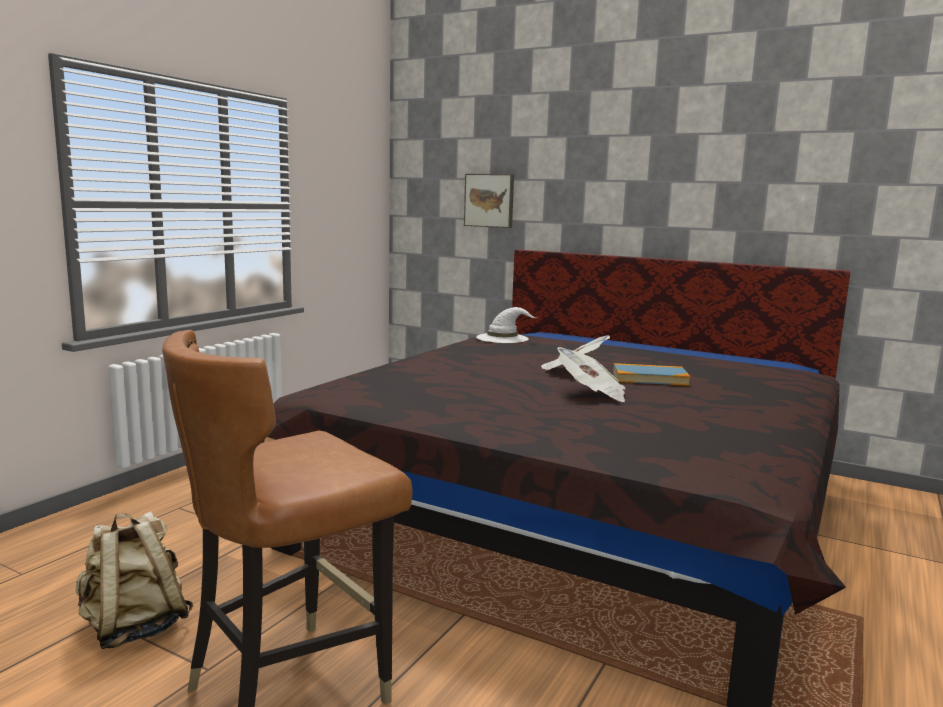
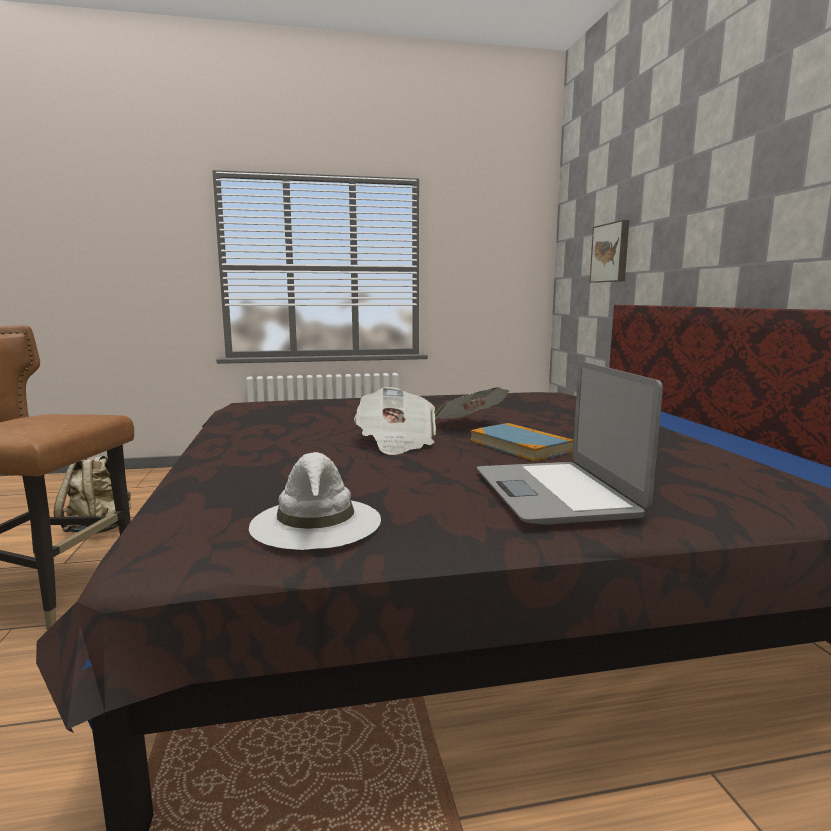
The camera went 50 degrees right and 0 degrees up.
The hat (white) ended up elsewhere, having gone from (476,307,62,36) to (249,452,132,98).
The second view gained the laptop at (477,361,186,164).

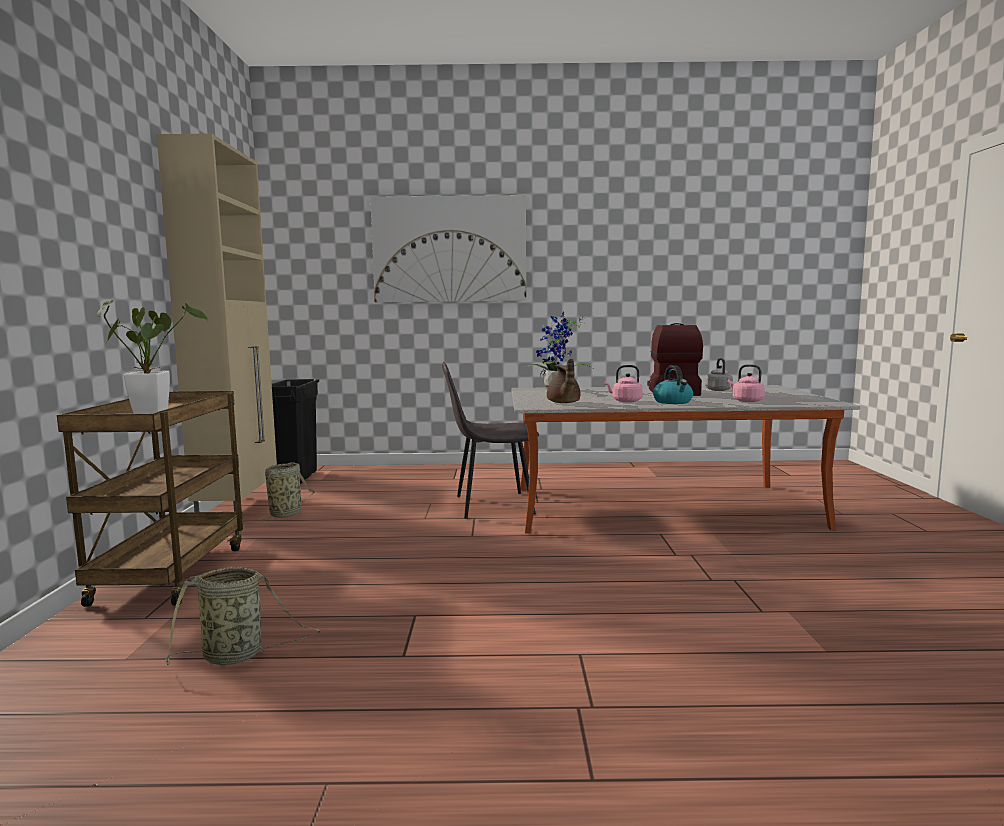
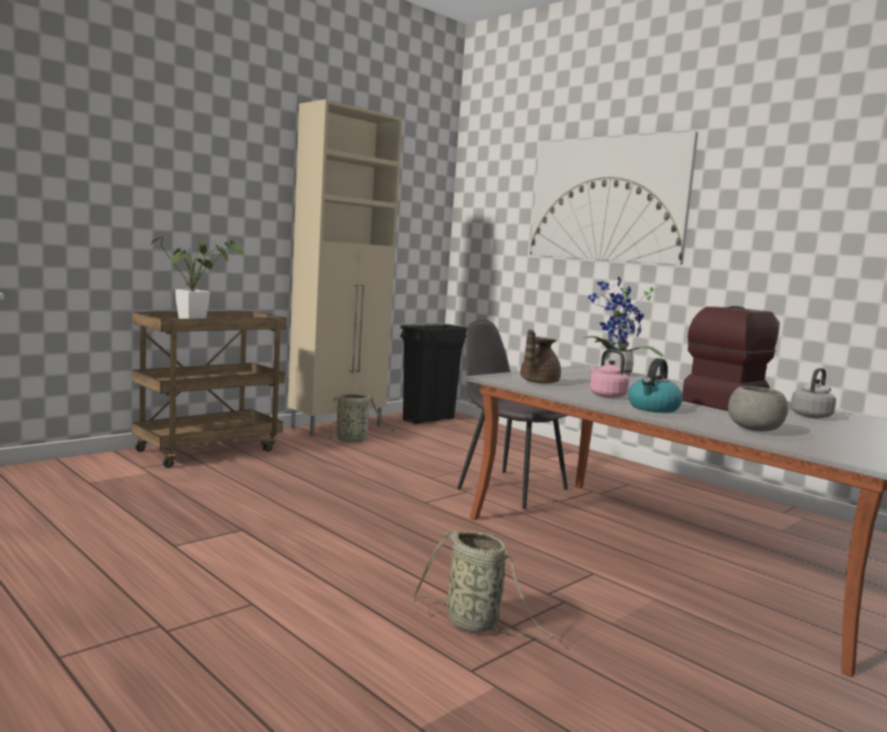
The camera went 45 degrees right and 0 degrees up.
Where the kettle (pink) stood at (728,364,37,38), the bowl (grey) came to stand at (728,386,60,45).
The basket ended up elsewhere, having gone from (165,567,157,98) to (411,530,143,109).

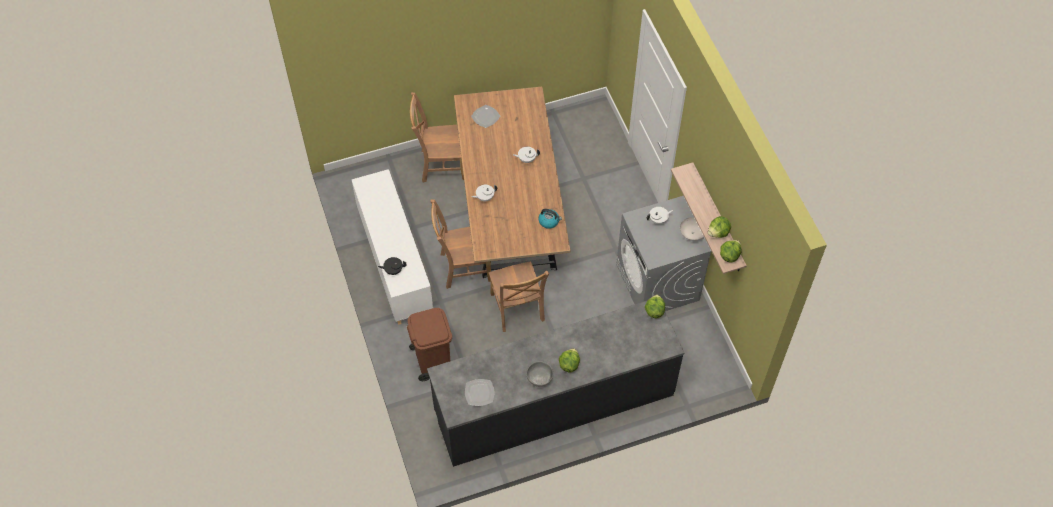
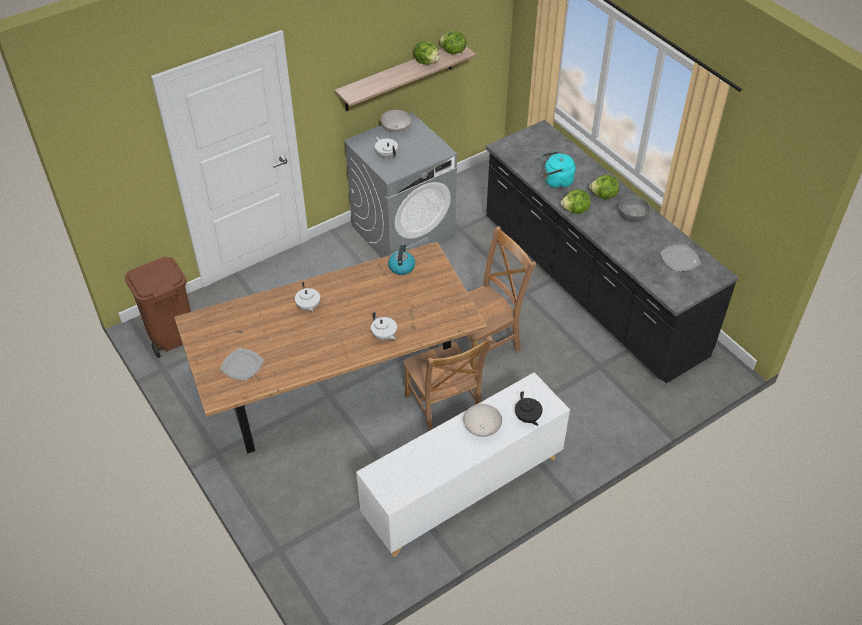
The camera went 105 degrees left and 10 degrees down.
The second view lost the chair (brown) at (410,92,54,90).
The lettuce ended up elsewhere, having gone from (645,295,20,23) to (561,189,30,25).
The trash can (brown) ended up elsewhere, having gone from (407,308,45,73) to (125,257,66,101).
The second view gained the kettle (turquoise) at (542,151,34,38).
The second view gained the bowl (white) at (463,404,39,33).

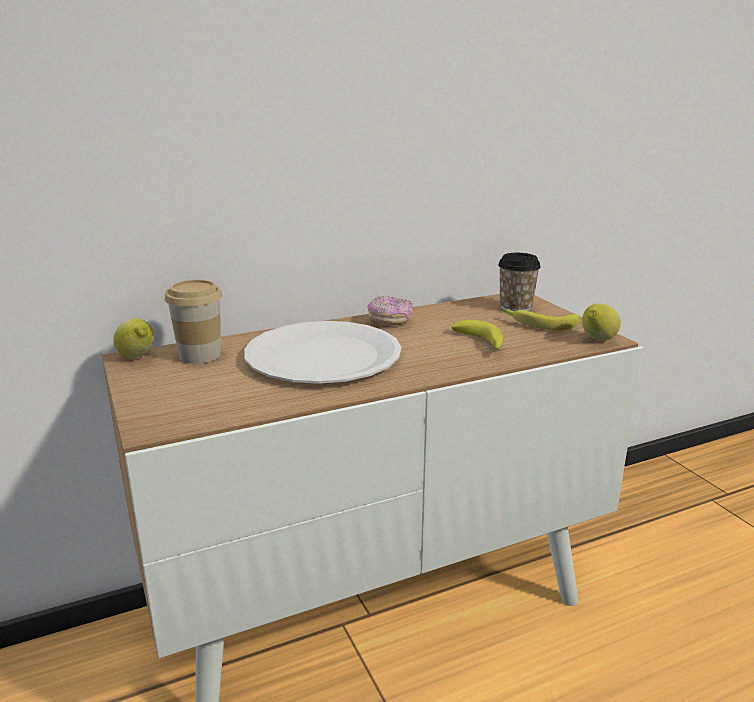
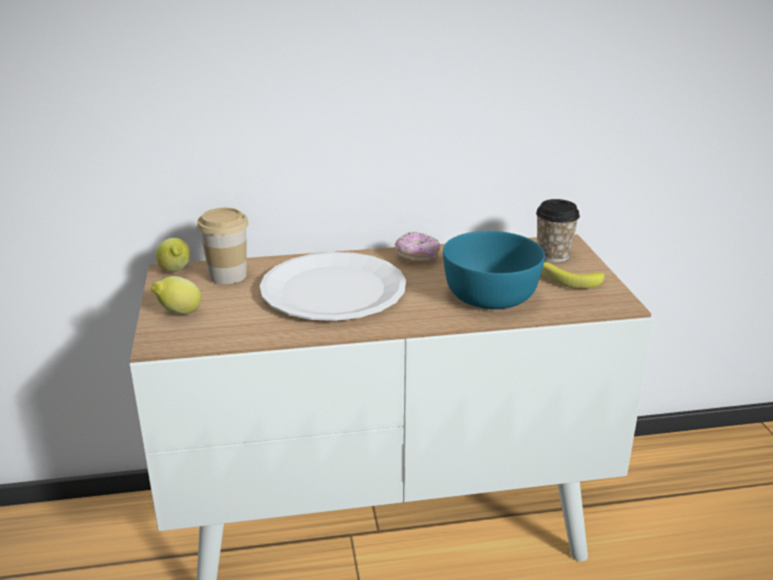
The camera went 15 degrees right and 5 degrees up.
The lemon ended up elsewhere, having gone from (582,303,39,37) to (151,276,50,38).
Where the banana stood at (451,320,53,30), the bowl (turquoise) came to stand at (443,231,102,78).

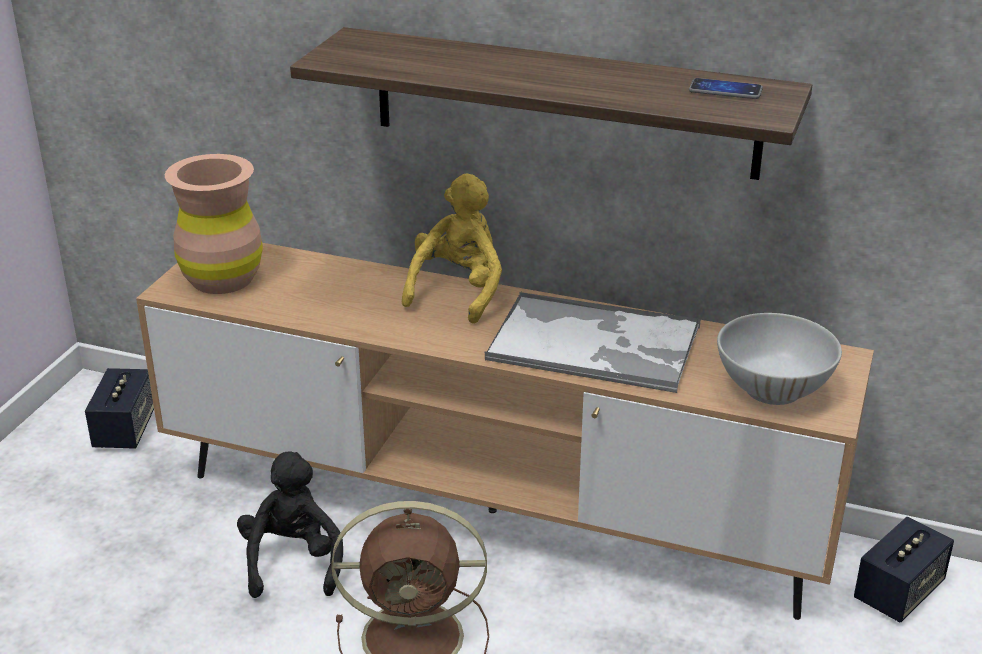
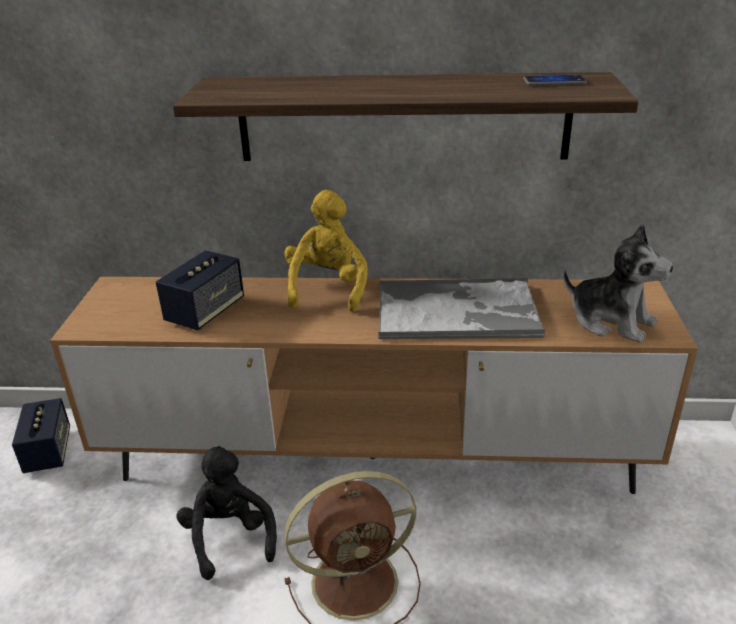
The camera went 15 degrees left and 0 degrees up.
The second view lost the vase (brown) at (165,154,98,140).
Where the bowl (white) stood at (717,313,125,92), the plush toy came to stand at (563,224,110,119).
The speaker ended up elsewhere, having gone from (854,517,100,105) to (156,250,88,80).

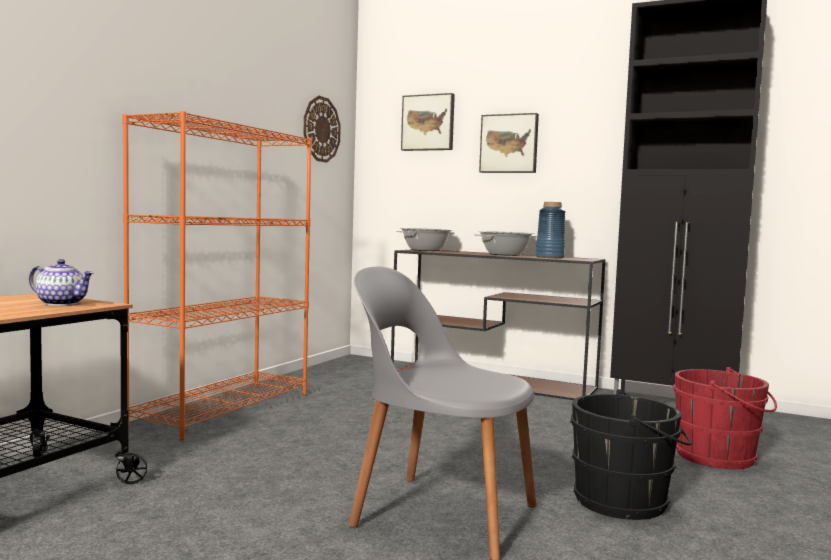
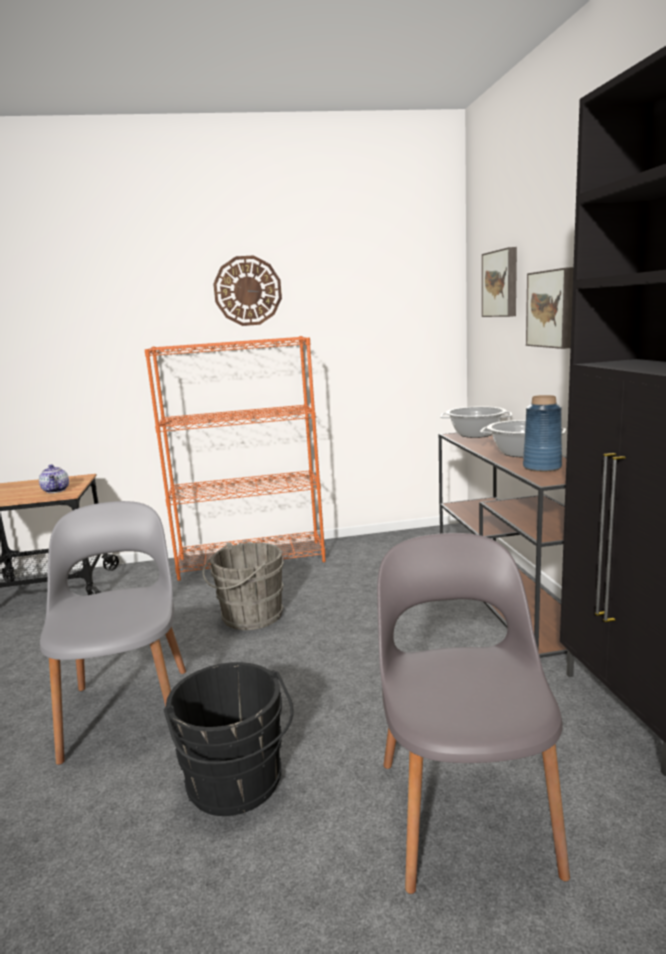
The camera went 55 degrees right and 10 degrees up.
The wall clock ended up elsewhere, having gone from (304,96,37,67) to (213,255,69,71).
Where the bucket (red) stood at (673,367,104,102), the chair (grey) came to stand at (377,533,193,361).
The second view gained the bucket (grey) at (203,542,81,88).

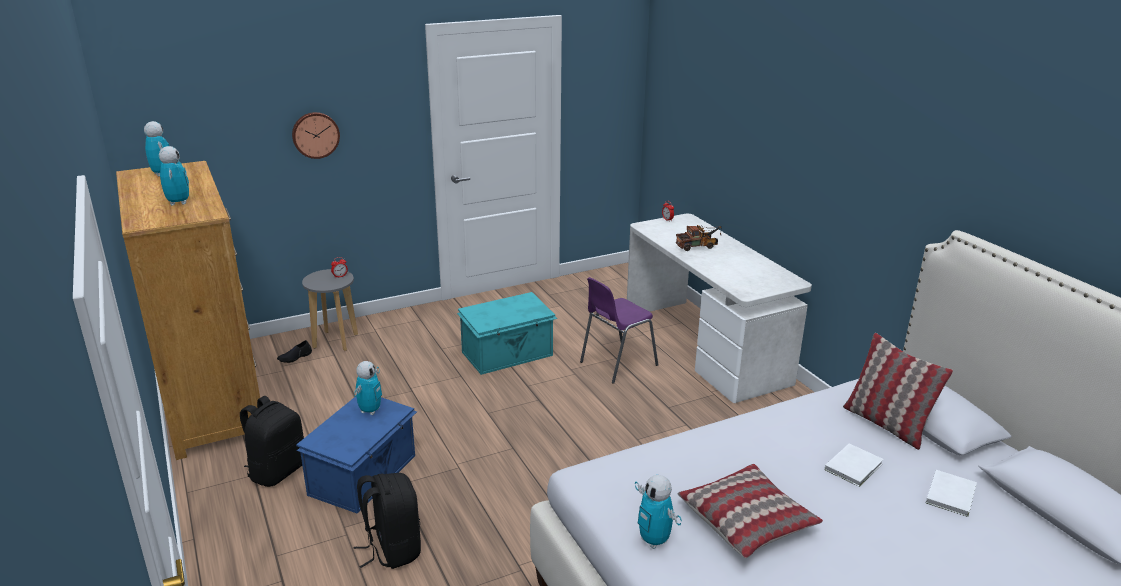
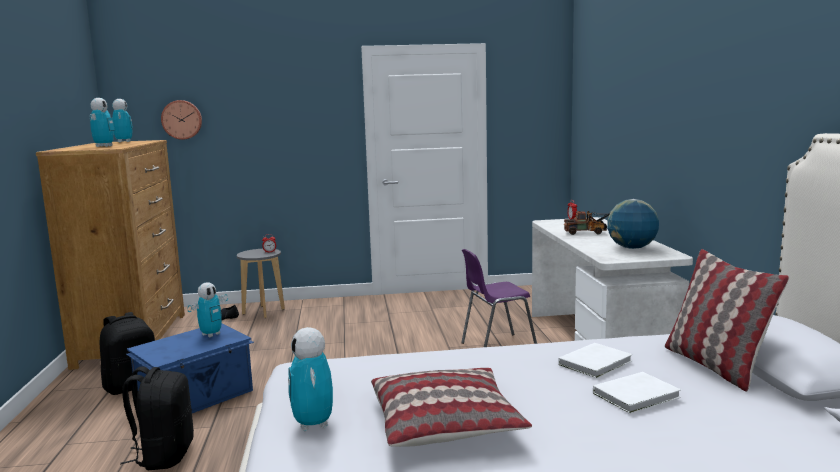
The camera went 20 degrees right and 15 degrees down.
The wall clock ended up elsewhere, having gone from (292,112,48,47) to (161,100,41,40).
The second view lost the storage box (turquoise) at (457,292,101,83).
The book (white) ended up elsewhere, having gone from (926,470,51,47) to (558,343,74,35).
The second view gained the globe at (607,199,52,50).

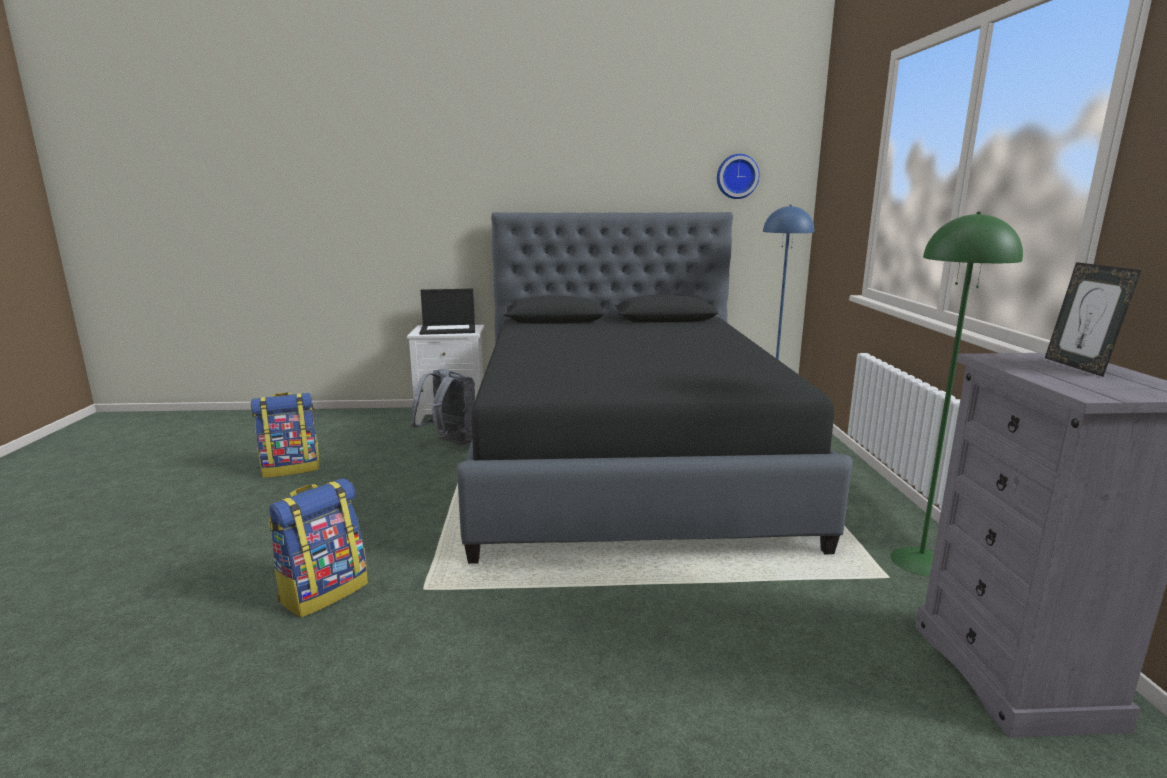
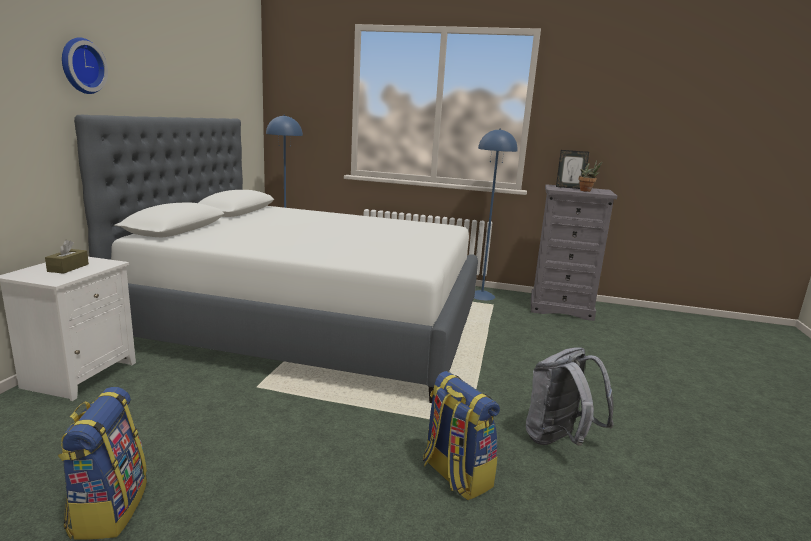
The camera went 75 degrees left and 0 degrees up.
The wall clock ended up elsewhere, having gone from (717,154,43,45) to (62,37,46,57).
What was the bed (black) at (456,212,397,352) turned into the bed (white) at (74,115,404,288).
What was the floor lamp (green) at (890,212,133,365) turned into the floor lamp (blue) at (474,129,44,172).
Where the laptop stood at (420,289,55,46), the tissue box (brown) came to stand at (45,240,44,34).
The backpack (grey) ended up elsewhere, having gone from (411,369,64,76) to (526,348,88,98).
The second view gained the potted plant at (579,160,24,32).

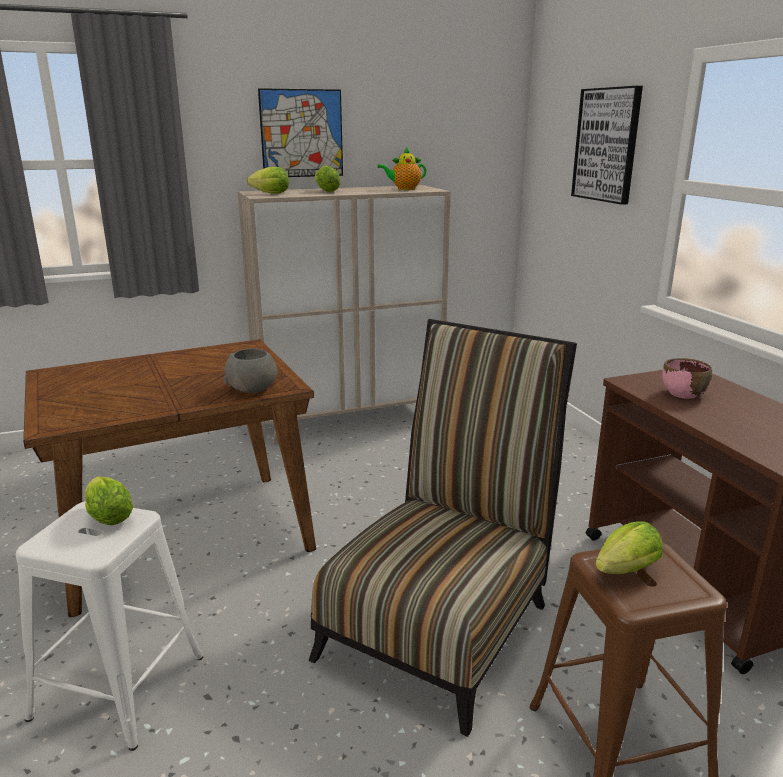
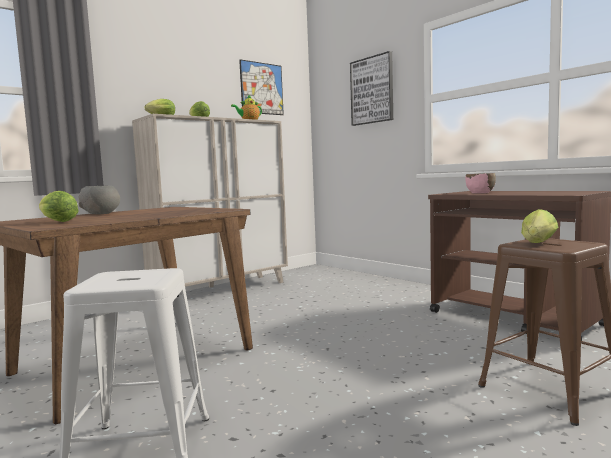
The camera went 20 degrees left and 15 degrees down.
The picture ended up elsewhere, having gone from (258,88,85,89) to (239,59,45,56).
The second view lost the chair at (309,319,268,418).
The bowl (grey) ended up elsewhere, having gone from (224,348,53,45) to (79,186,41,28).
The lettuce ended up elsewhere, having gone from (85,476,48,49) to (39,191,39,31).

